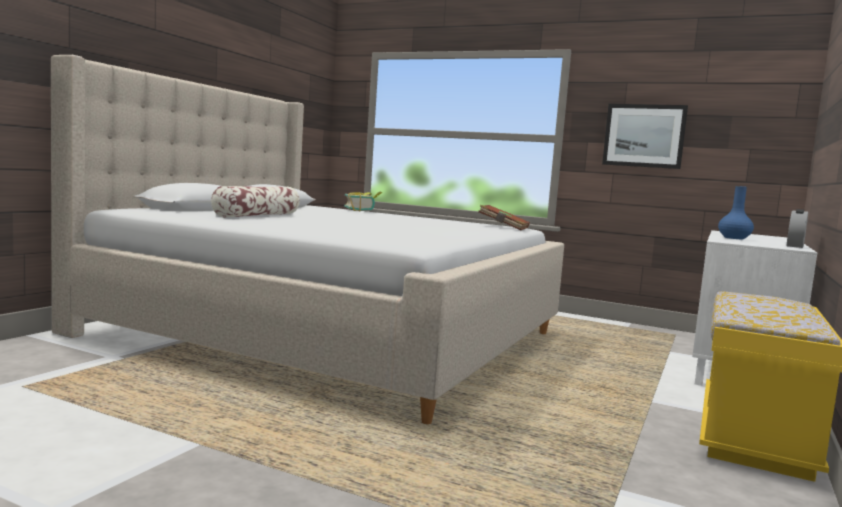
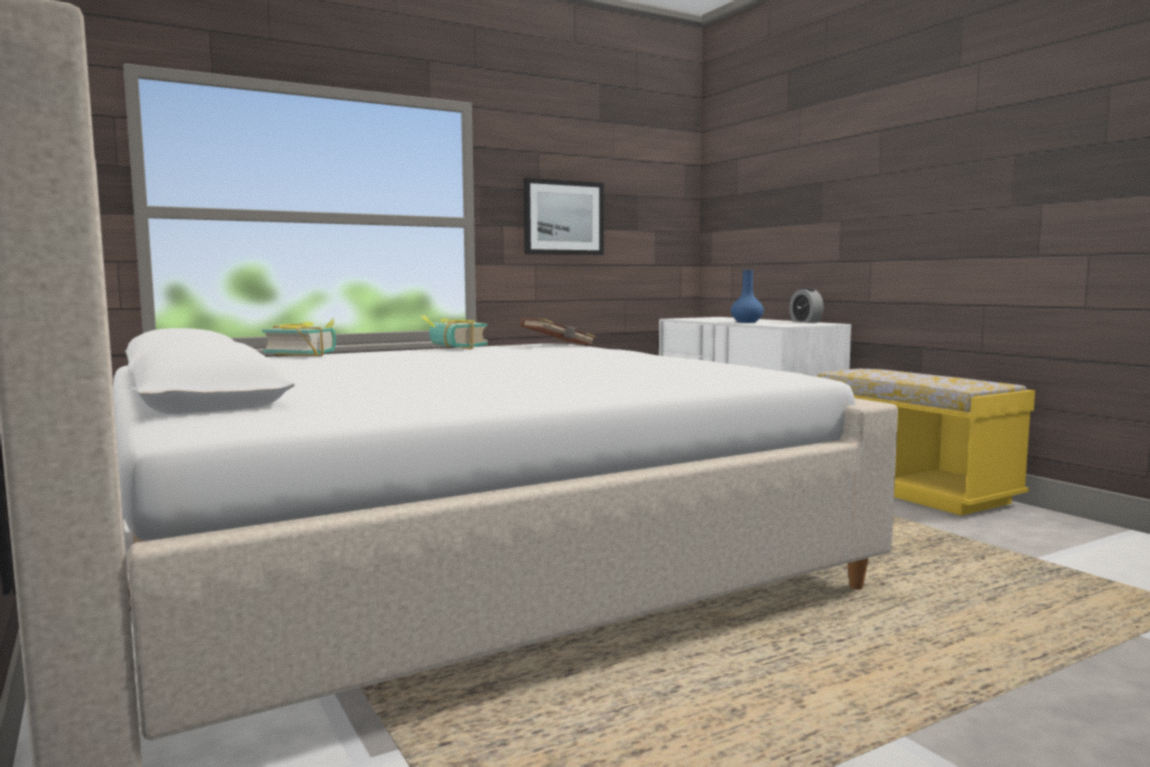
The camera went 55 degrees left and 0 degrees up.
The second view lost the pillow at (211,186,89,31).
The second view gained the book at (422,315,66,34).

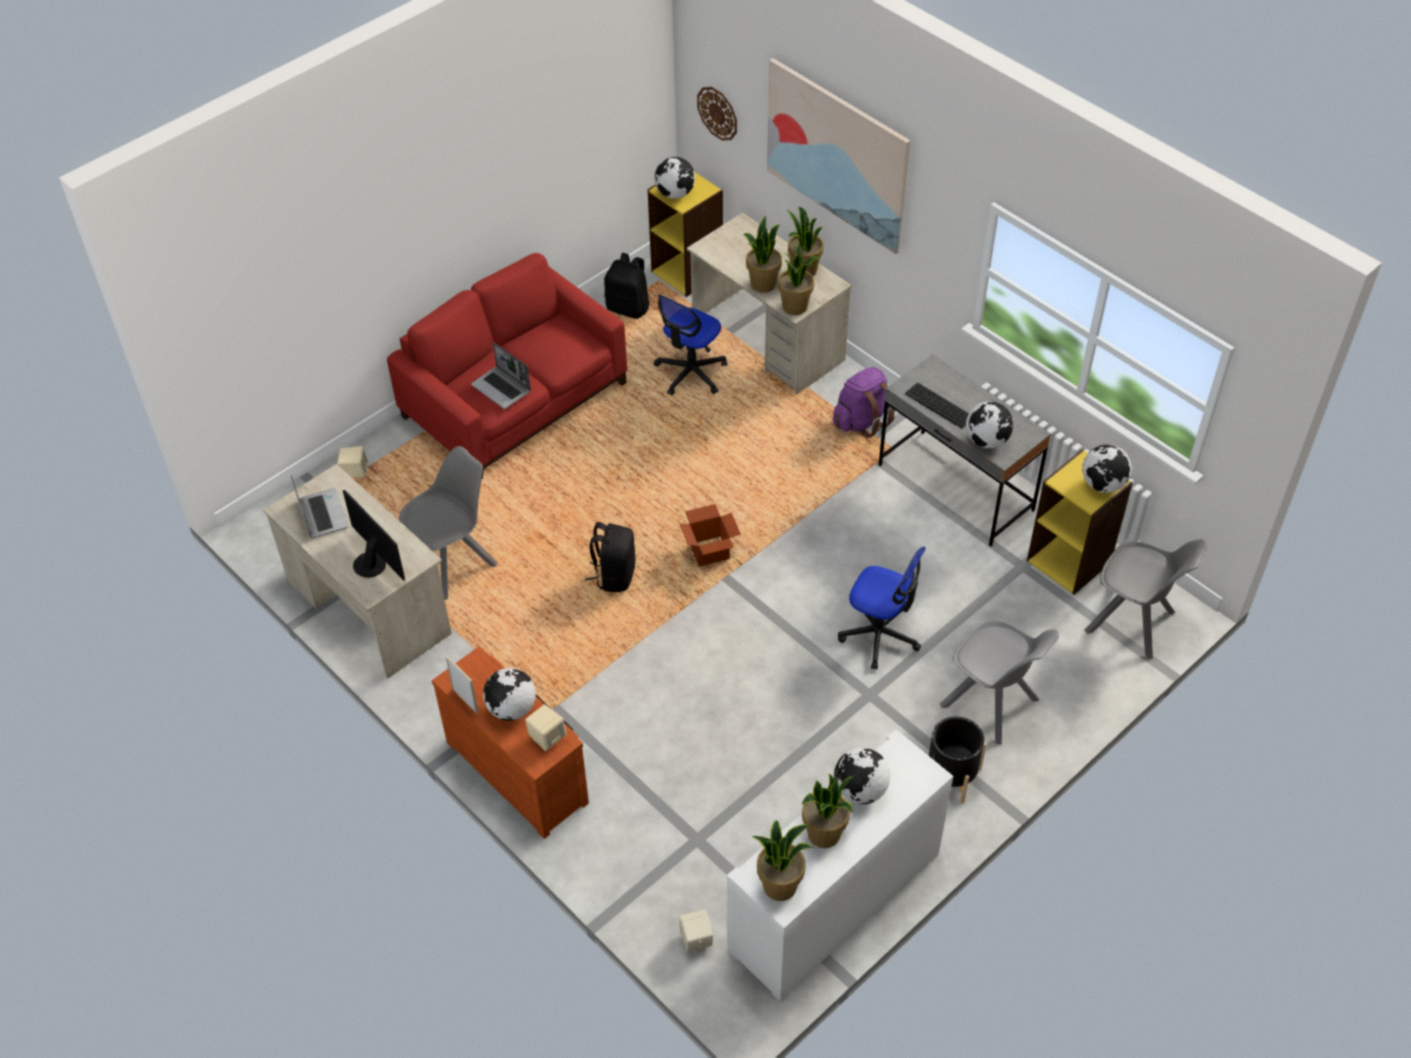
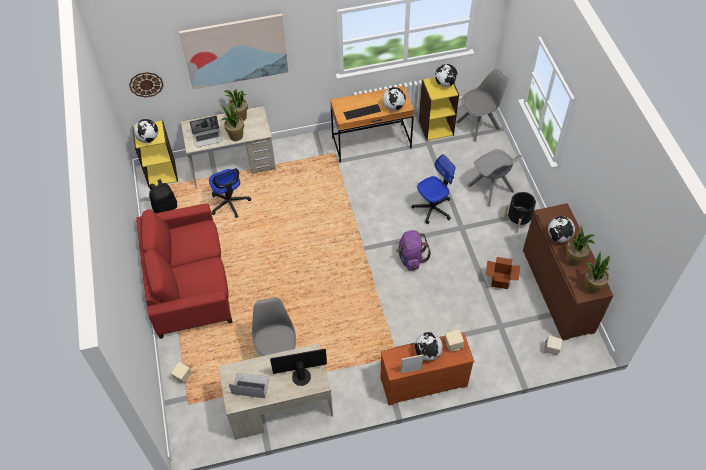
The camera went 60 degrees left and 5 degrees up.
The second view lost the potted plant at (778,242,42,73).
The laptop ended up elsewhere, having gone from (471,342,60,67) to (190,116,33,31).
What was the desk (grey) at (879,354,172,193) turned into the desk (brown) at (330,86,84,76).
The backpack (purple) ended up elsewhere, having gone from (833,367,62,71) to (396,230,35,41).
The cardboard box ended up elsewhere, having gone from (679,504,62,63) to (485,257,35,32).
The second view lost the backpack (black) at (585,522,50,70).
The chair (grey) at (940,620,119,124) ended up facing another way, 75 degrees clockwise from before.
What was the cabinet (white) at (727,730,226,271) turned into the cabinet (brown) at (523,203,91,138).

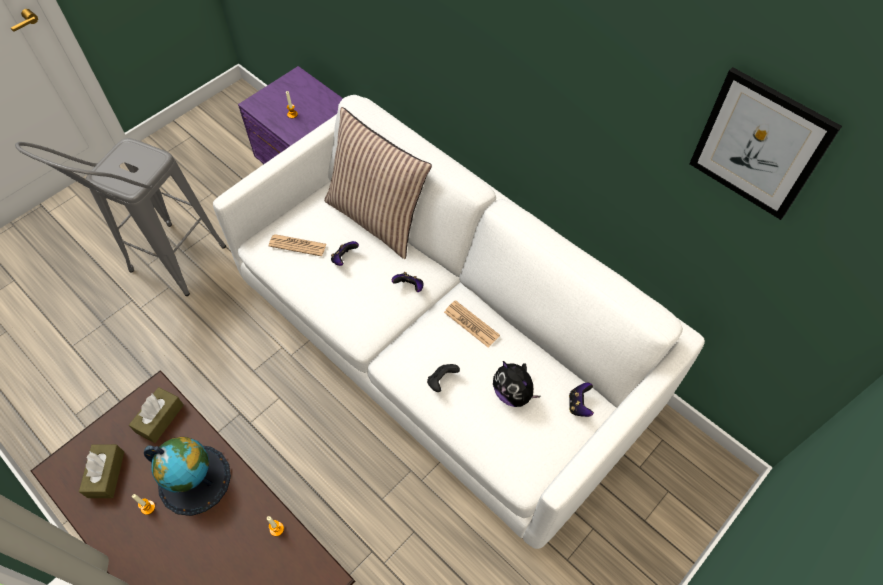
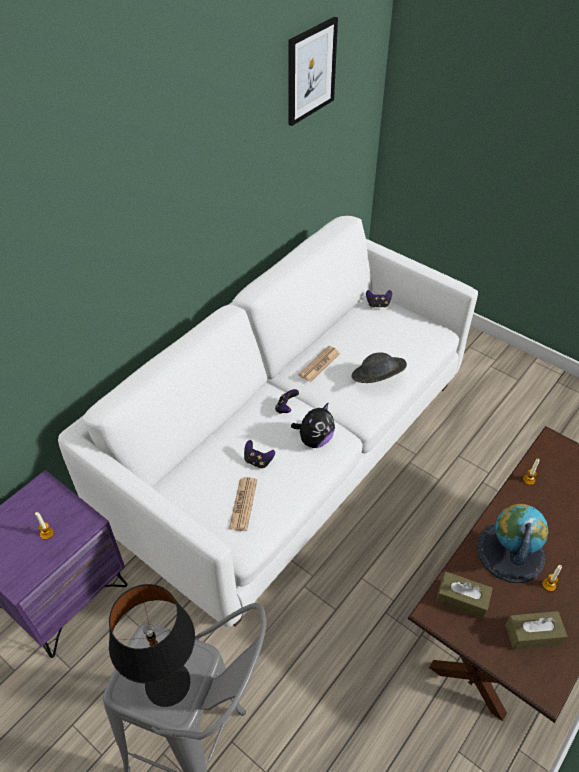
The camera went 95 degrees left and 10 degrees down.
The second view lost the pillow at (324,107,108,152).
The plush toy ended up elsewhere, having gone from (493,361,47,46) to (291,402,44,46).
Where the game controller (black) stood at (427,364,33,28), the hat (grey) came to stand at (351,352,56,31).
The second view gained the table lamp (black) at (109,584,86,123).

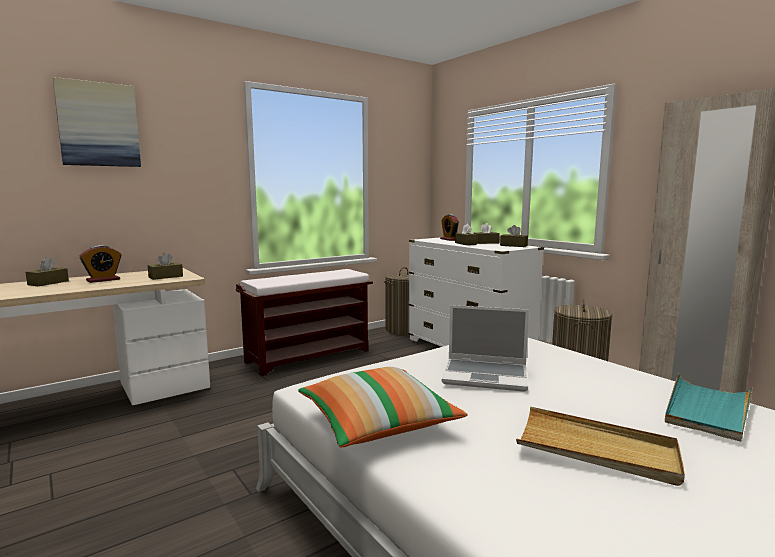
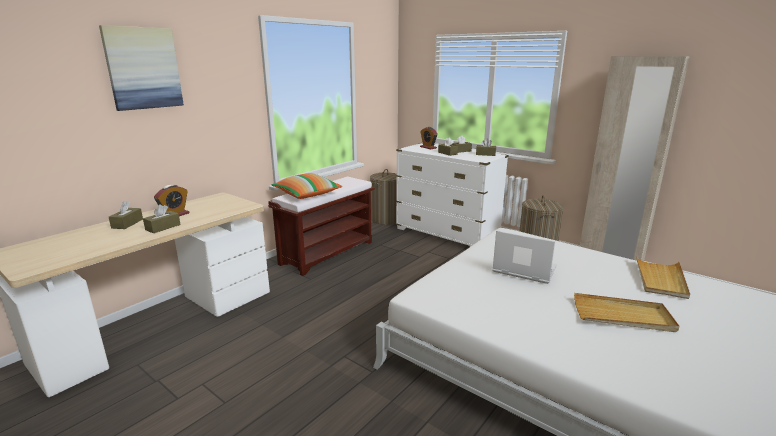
The camera went 15 degrees left and 10 degrees up.
The tissue box (brown) ended up elsewhere, having gone from (148,253,35,27) to (143,204,38,29).
The laptop at (442,305,87,87) ended up facing another way, 150 degrees counterclockwise from before.
The pillow ended up elsewhere, having gone from (298,367,170,80) to (272,173,70,26).
What was the tray (turquoise) at (665,373,88,69) turned into the tray (beige) at (635,255,55,44).

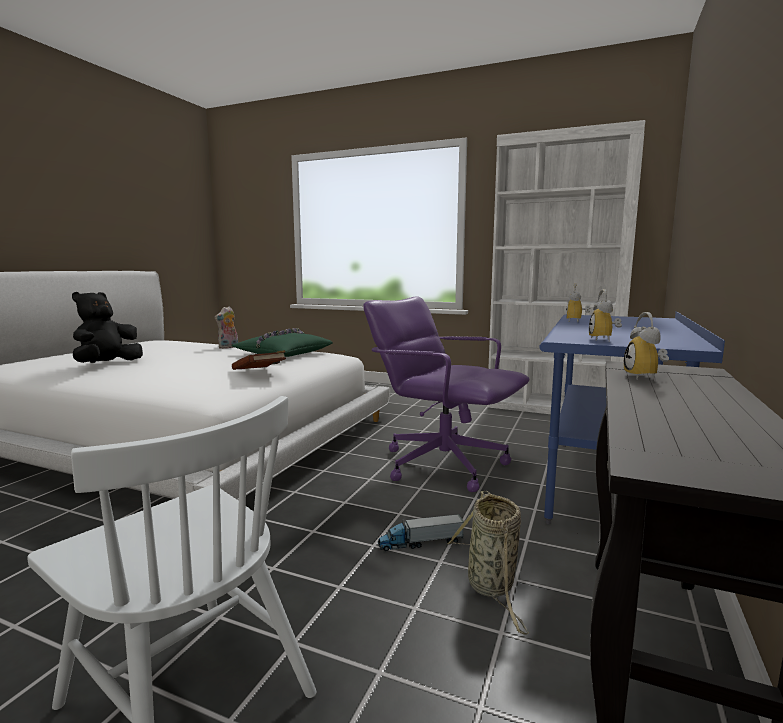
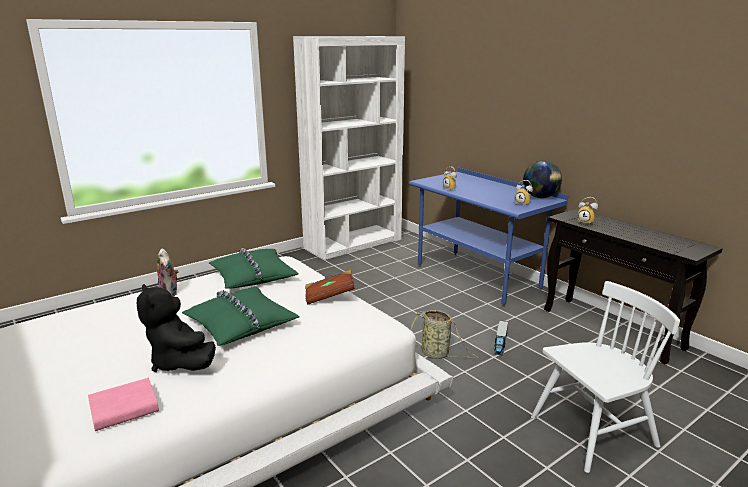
The camera went 60 degrees left and 10 degrees up.
The second view lost the office chair (purple) at (363,296,167,196).
The basket ended up elsewhere, having gone from (447,491,82,144) to (410,310,68,49).
The second view gained the globe at (523,161,39,37).
The second view gained the pillow (green) at (182,287,118,59).
The second view gained the book (pink) at (88,378,71,53).

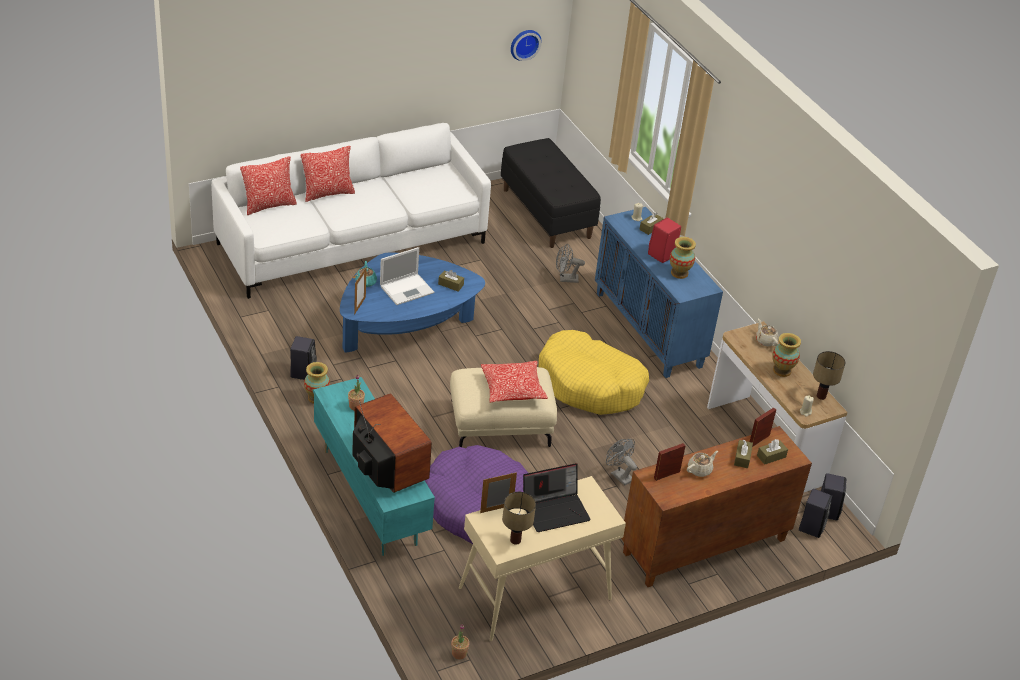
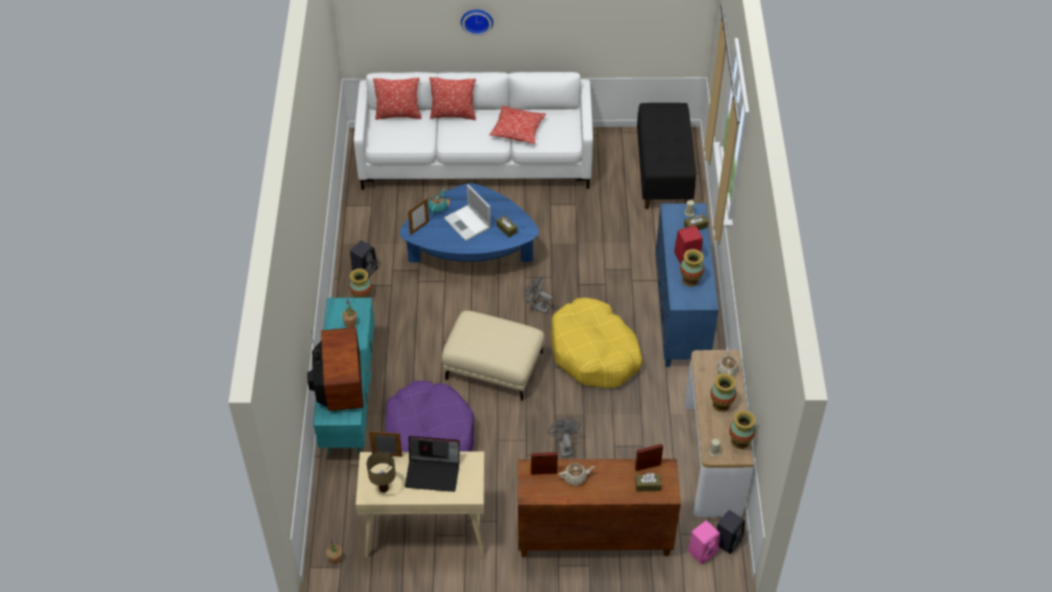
The camera went 30 degrees right and 10 degrees up.
The wall clock ended up elsewhere, having gone from (511,30,30,31) to (461,10,32,26).
The fan (grey) ended up elsewhere, having gone from (556,244,29,39) to (525,276,28,38).
The laptop at (380,247,54,58) ended up facing another way, 60 degrees clockwise from before.
Where the table lamp stood at (813,351,33,49), the vase came to stand at (729,410,27,39).
The pillow ended up elsewhere, having gone from (481,361,67,41) to (489,105,57,39).
The second view lost the tissue box (brown) at (734,440,19,28).
What was the speaker (black) at (799,489,33,49) turned into the speaker (pink) at (688,520,32,44).

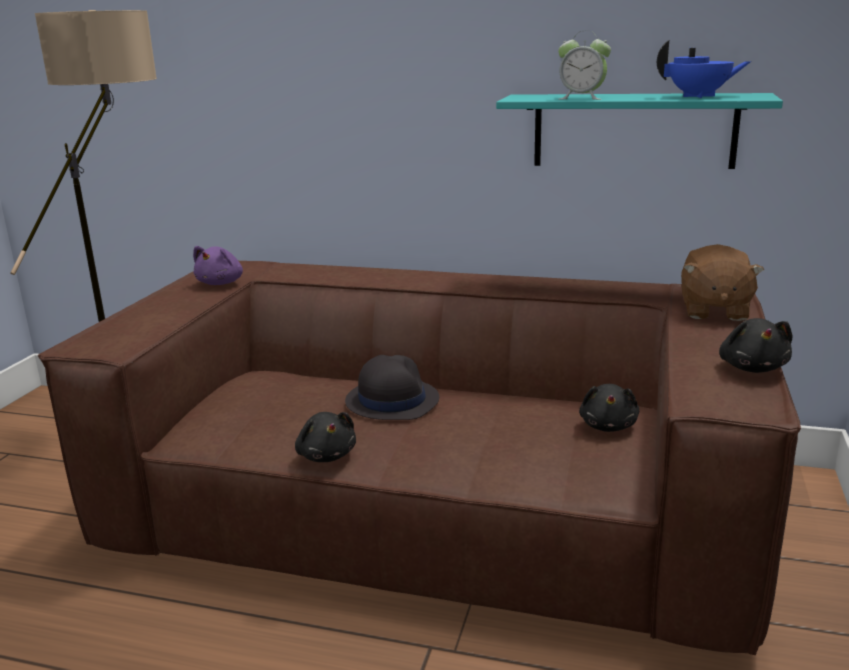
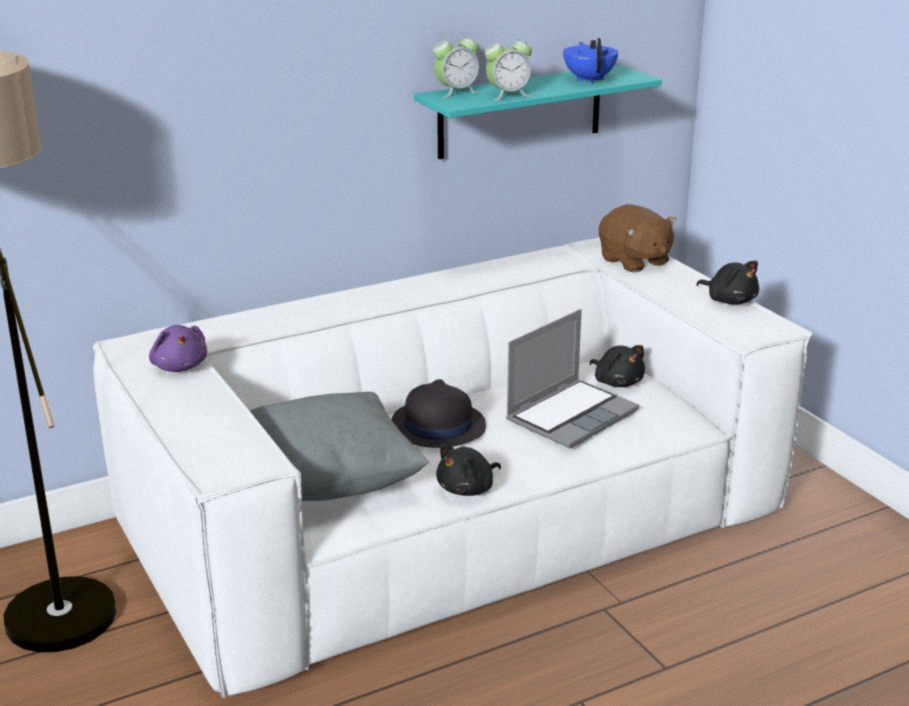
The camera went 45 degrees left and 5 degrees up.
The teapot (blue) at (657,40,94,58) ended up facing another way, 60 degrees counterclockwise from before.
What was the sofa (brown) at (38,261,763,394) turned into the sofa (white) at (93,238,720,460).
The plush toy (black) at (295,412,61,50) ended up facing another way, 120 degrees clockwise from before.
The second view gained the alarm clock at (433,31,47,66).
The second view gained the laptop at (506,309,133,139).
The second view gained the pillow (grey) at (249,392,180,109).

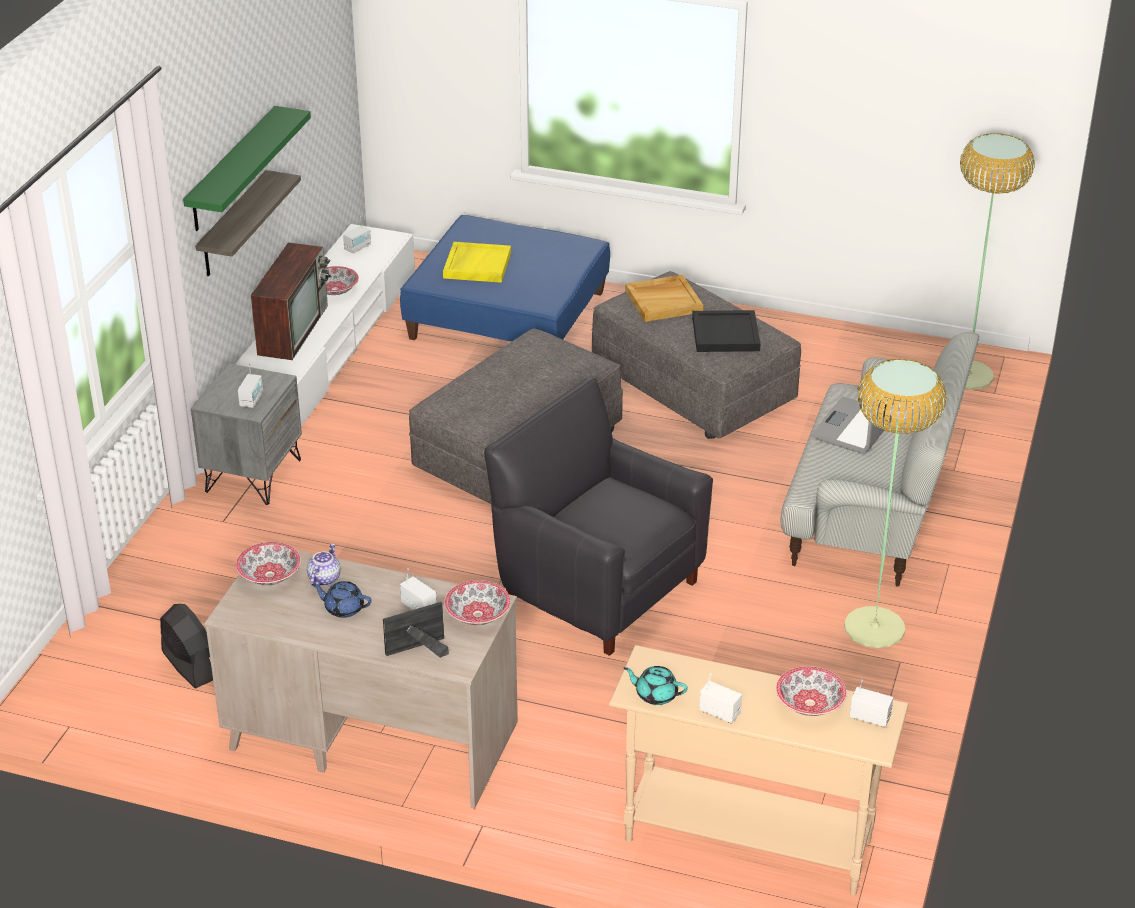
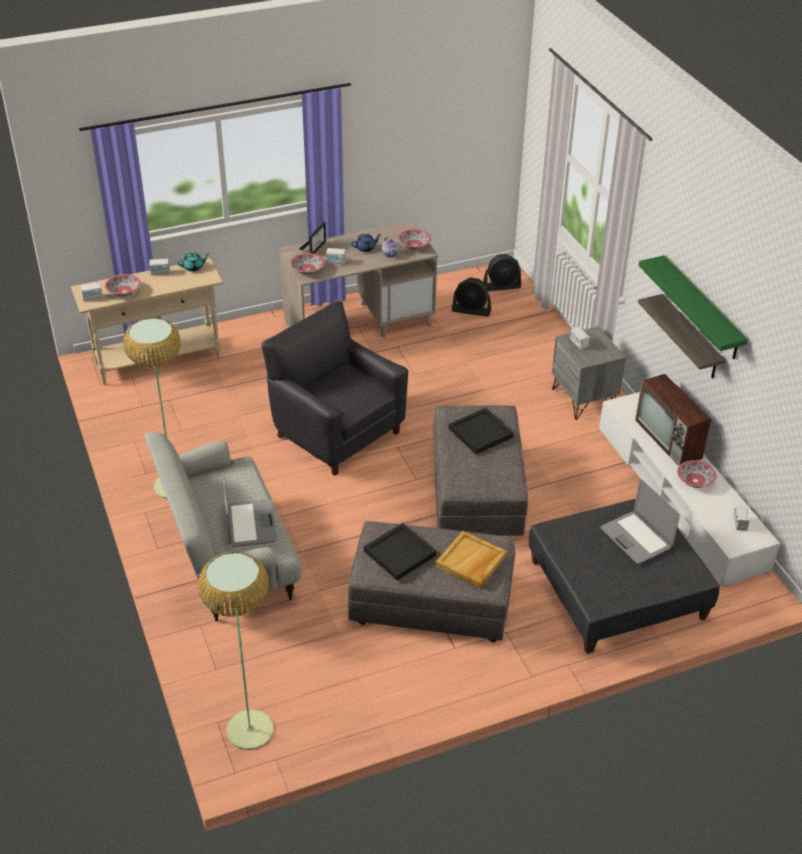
The camera went 140 degrees right and 5 degrees up.
What was the ottoman (blue) at (400,215,210,127) turned into the ottoman (grey) at (529,499,191,155).
Where the tray (yellow) stood at (443,242,68,41), the laptop came to stand at (600,479,80,85).
The armchair (black) at (484,377,229,279) ended up facing another way, 135 degrees counterclockwise from before.
The second view gained the fan (black) at (483,254,38,37).
The second view gained the tray (black) at (449,408,65,46).

